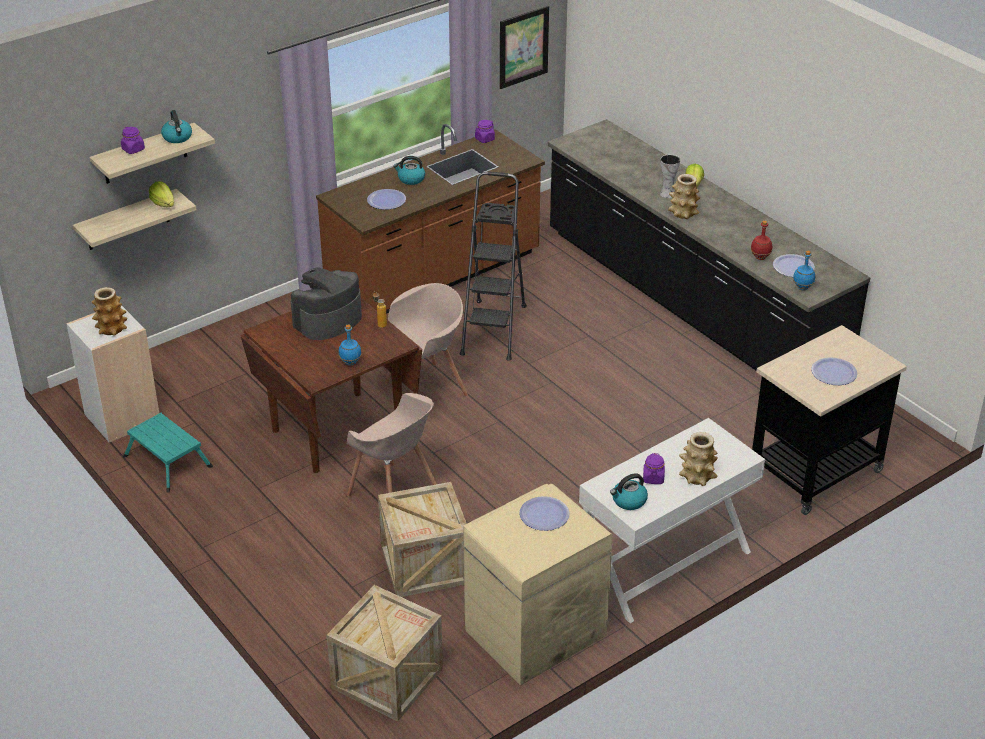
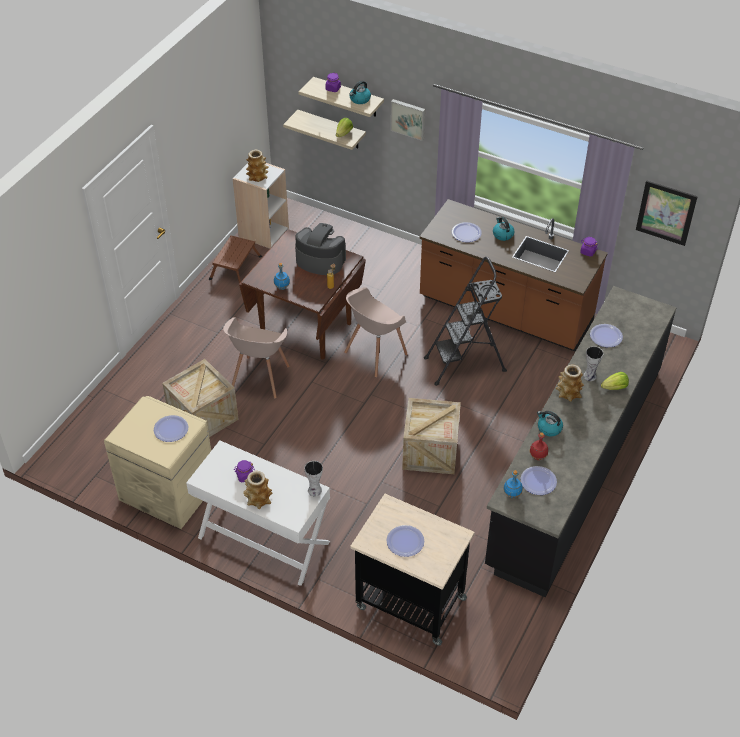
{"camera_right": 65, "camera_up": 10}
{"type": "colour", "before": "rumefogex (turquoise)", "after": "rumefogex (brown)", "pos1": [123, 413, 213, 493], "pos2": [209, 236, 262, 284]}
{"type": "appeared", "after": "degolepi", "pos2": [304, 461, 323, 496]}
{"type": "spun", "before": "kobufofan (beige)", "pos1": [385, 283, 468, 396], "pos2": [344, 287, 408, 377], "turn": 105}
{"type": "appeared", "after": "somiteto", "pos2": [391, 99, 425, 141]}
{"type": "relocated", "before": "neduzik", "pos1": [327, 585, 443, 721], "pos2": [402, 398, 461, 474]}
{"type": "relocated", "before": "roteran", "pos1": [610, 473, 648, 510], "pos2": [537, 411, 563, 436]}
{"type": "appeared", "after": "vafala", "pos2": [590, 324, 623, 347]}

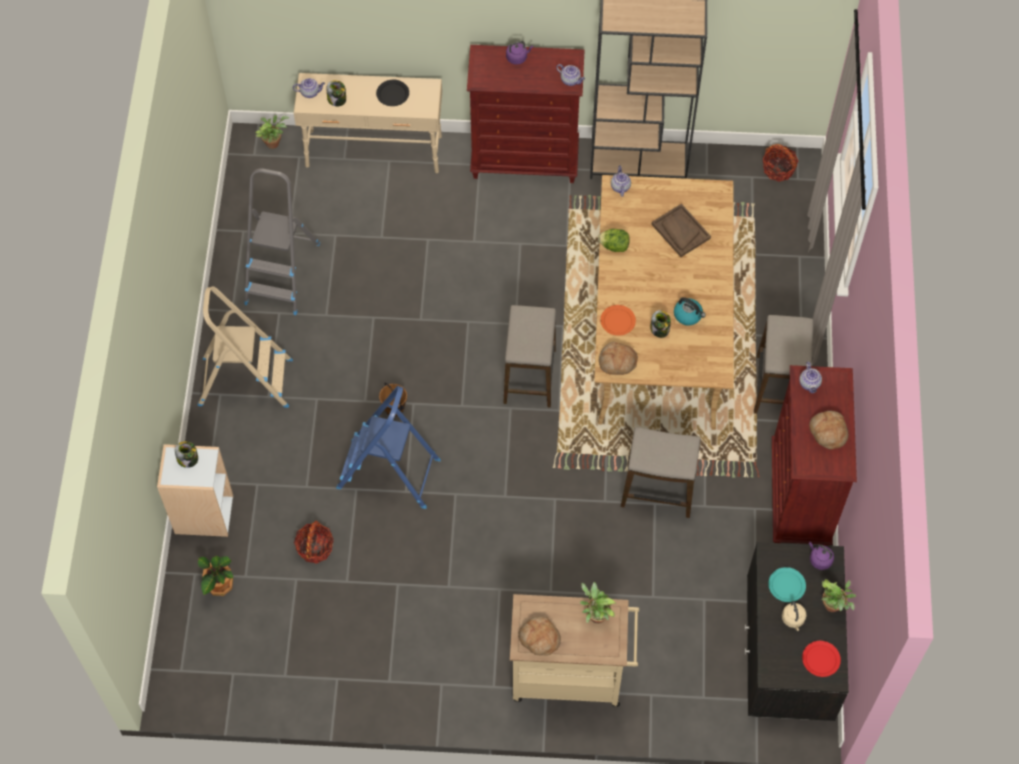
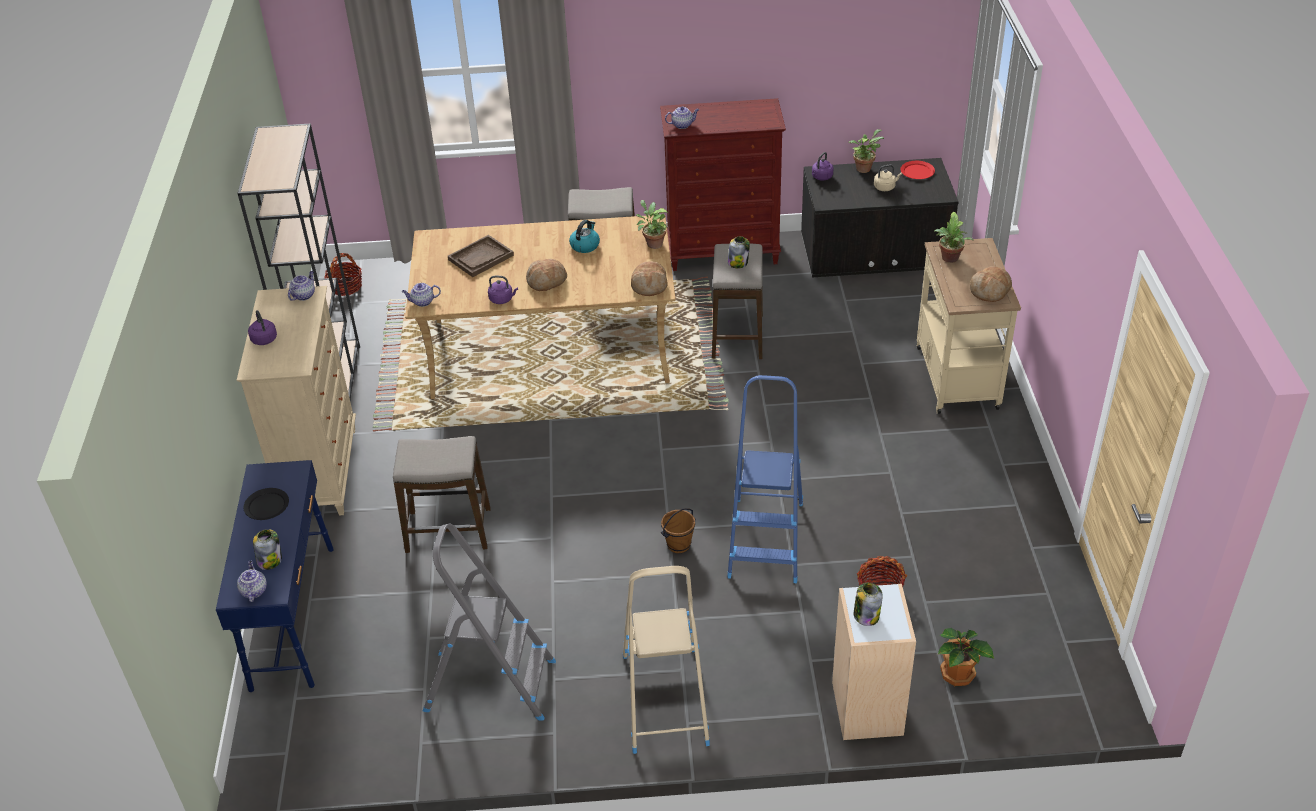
{"camera_right": -95, "camera_up": -20}
{"type": "colour", "before": "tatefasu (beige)", "after": "tatefasu (blue)", "pos1": [294, 73, 442, 173], "pos2": [216, 460, 334, 692]}
{"type": "colour", "before": "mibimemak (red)", "after": "mibimemak (beige)", "pos1": [467, 45, 584, 183], "pos2": [237, 286, 356, 516]}
{"type": "relocated", "before": "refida", "pos1": [503, 305, 556, 407], "pos2": [393, 436, 491, 553]}
{"type": "exchanged", "before": "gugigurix", "after": "roteran (purple)", "pos1": [598, 229, 630, 252], "pos2": [488, 276, 518, 304]}
{"type": "relocated", "before": "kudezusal", "pos1": [809, 411, 848, 450], "pos2": [526, 259, 567, 291]}
{"type": "relocated", "before": "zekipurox", "pos1": [255, 115, 289, 149], "pos2": [636, 200, 668, 249]}
{"type": "relocated", "before": "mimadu", "pos1": [650, 310, 671, 338], "pos2": [727, 236, 750, 268]}
{"type": "missing", "before": "vafala (orange)", "pos1": [600, 305, 636, 336]}
{"type": "missing", "before": "vafala (turquoise)", "pos1": [768, 567, 806, 602]}

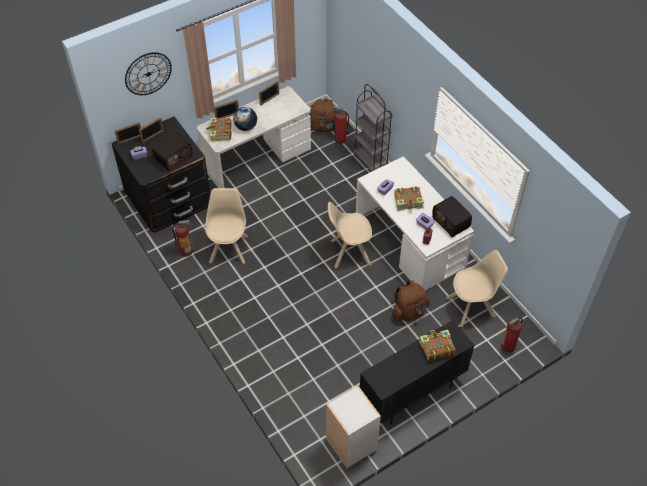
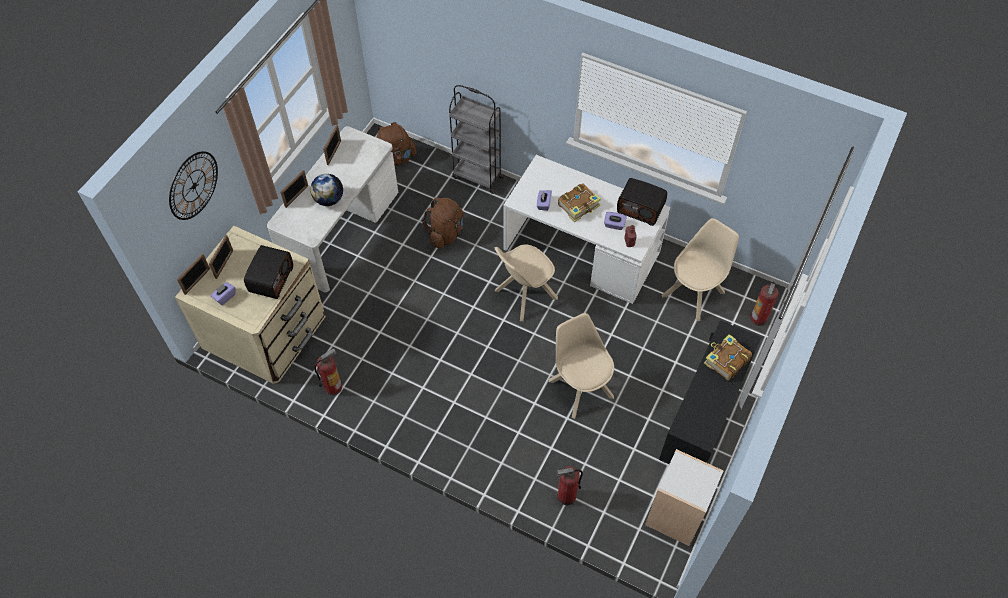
{"camera_right": -30, "camera_up": 5}
{"type": "colour", "before": "mibimemak (black)", "after": "mibimemak (beige)", "pos1": [111, 116, 210, 233], "pos2": [175, 225, 326, 384]}
{"type": "relocated", "before": "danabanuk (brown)", "pos1": [392, 280, 430, 321], "pos2": [422, 198, 464, 249]}
{"type": "relocated", "before": "kobufofan (beige)", "pos1": [205, 188, 248, 264], "pos2": [549, 313, 614, 419]}
{"type": "relocated", "before": "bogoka", "pos1": [333, 106, 349, 144], "pos2": [557, 466, 583, 505]}
{"type": "missing", "before": "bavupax", "pos1": [206, 118, 232, 142]}

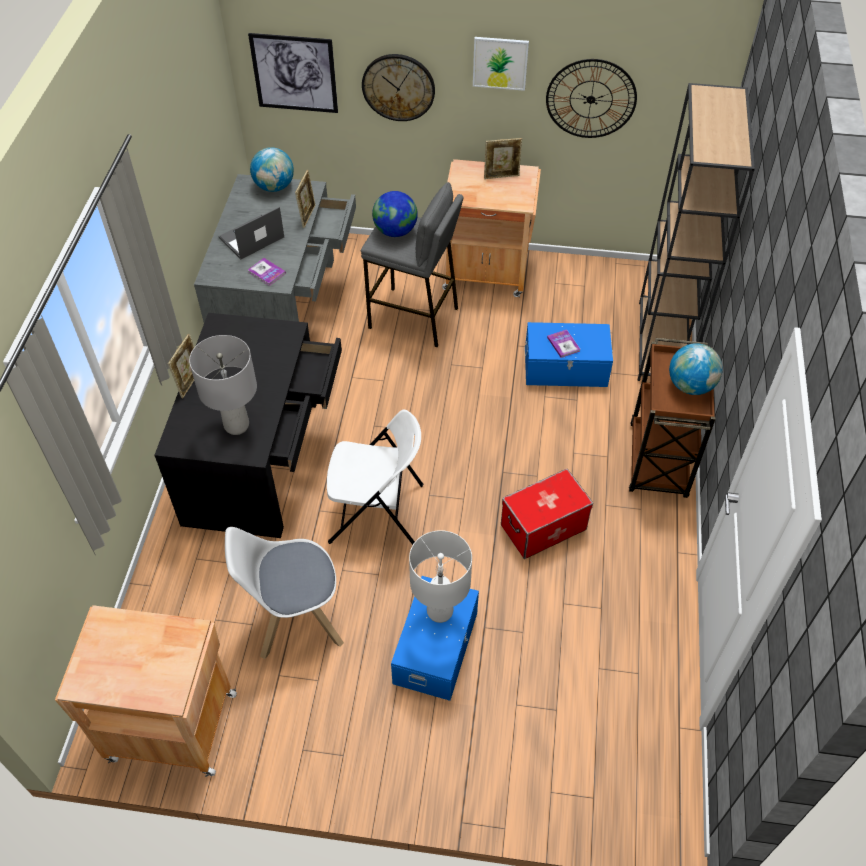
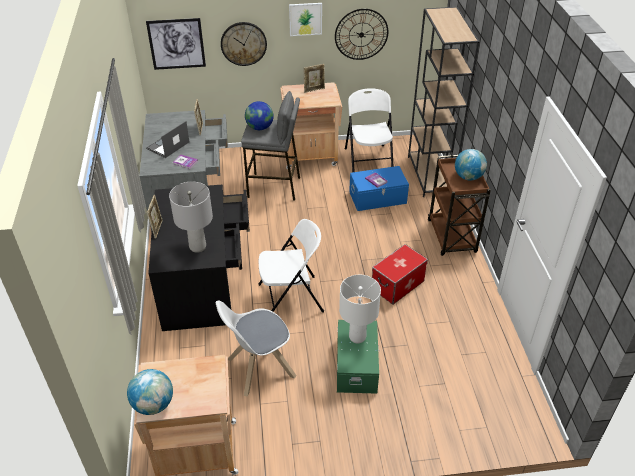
{"camera_right": -15, "camera_up": -10}
{"type": "relocated", "before": "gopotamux", "pos1": [250, 147, 294, 192], "pos2": [127, 369, 173, 415]}
{"type": "colour", "before": "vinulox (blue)", "after": "vinulox (green)", "pos1": [391, 576, 479, 701], "pos2": [337, 320, 380, 394]}
{"type": "appeared", "after": "kobufofan (white)", "pos2": [345, 88, 394, 172]}

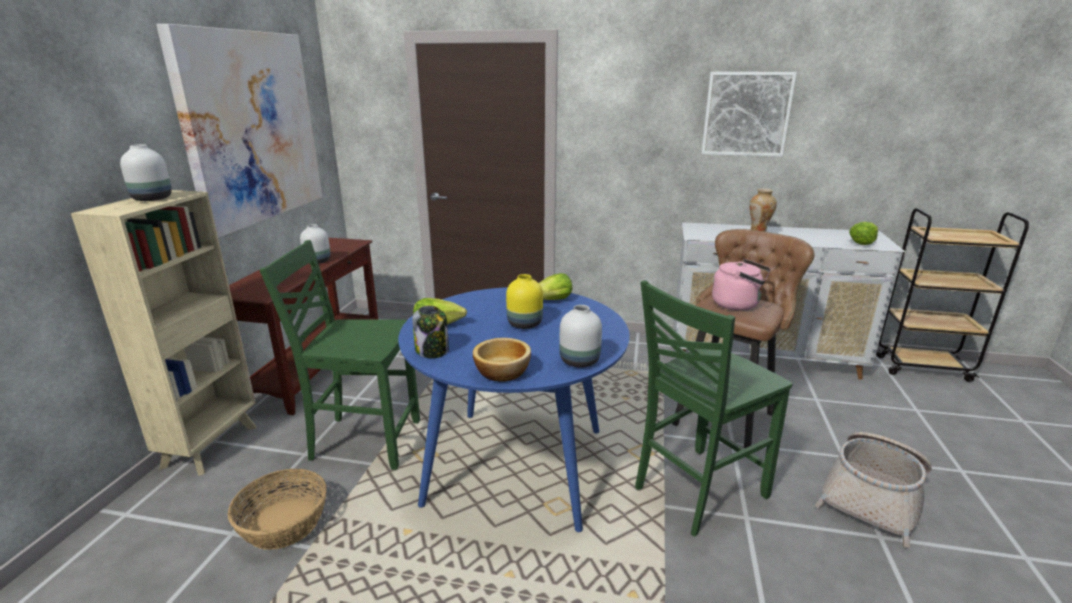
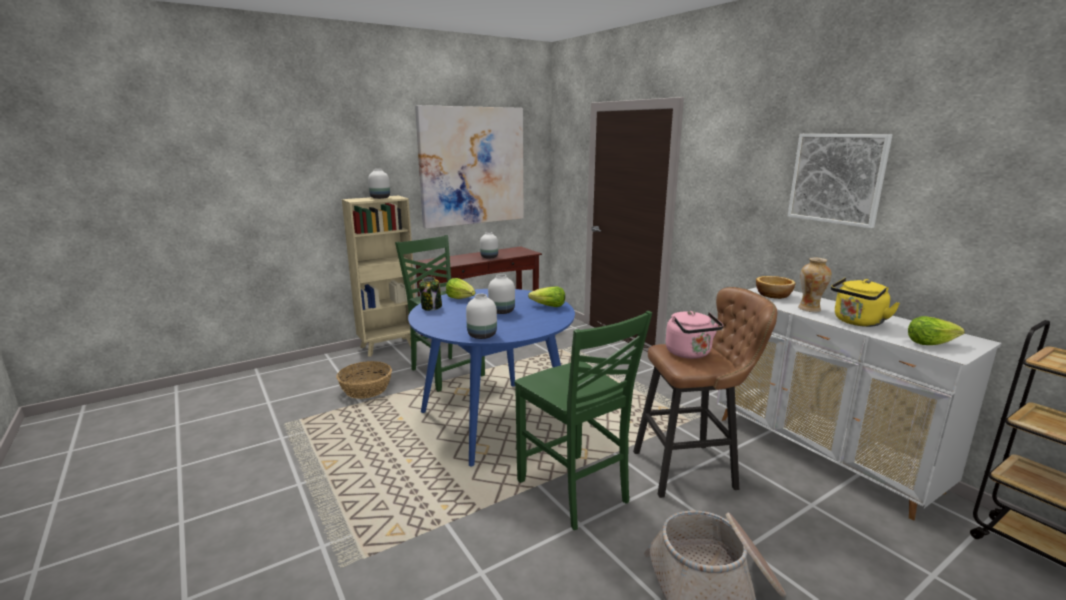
{"camera_right": 45, "camera_up": -5}
{"type": "colour", "before": "degolepi (yellow)", "after": "degolepi (white)", "pos1": [506, 274, 543, 329], "pos2": [488, 274, 515, 314]}
{"type": "spun", "before": "kobufofan (green)", "pos1": [635, 280, 792, 537], "pos2": [514, 311, 652, 530], "turn": -135}
{"type": "relocated", "before": "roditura", "pos1": [473, 338, 531, 382], "pos2": [756, 276, 795, 299]}
{"type": "appeared", "after": "roteran (yellow)", "pos2": [831, 278, 900, 327]}

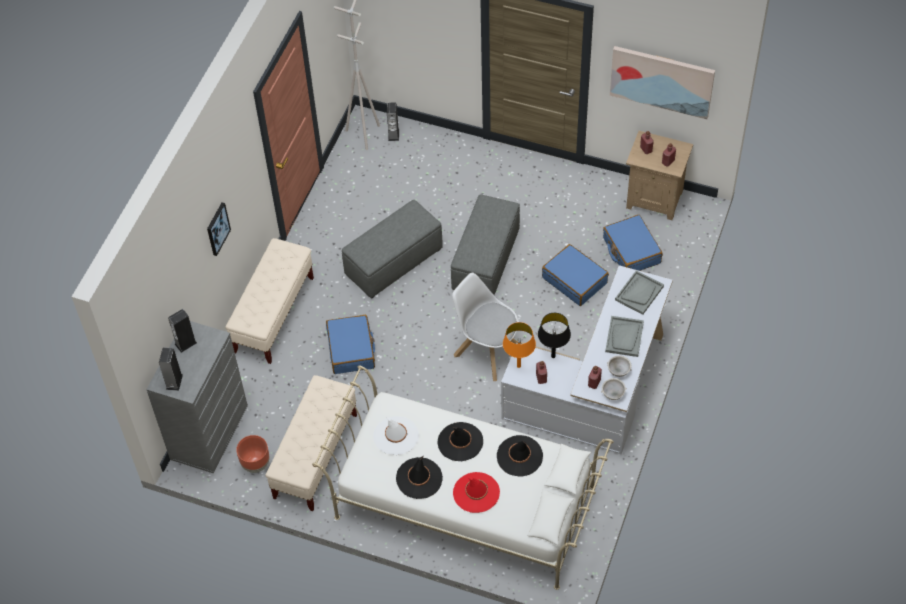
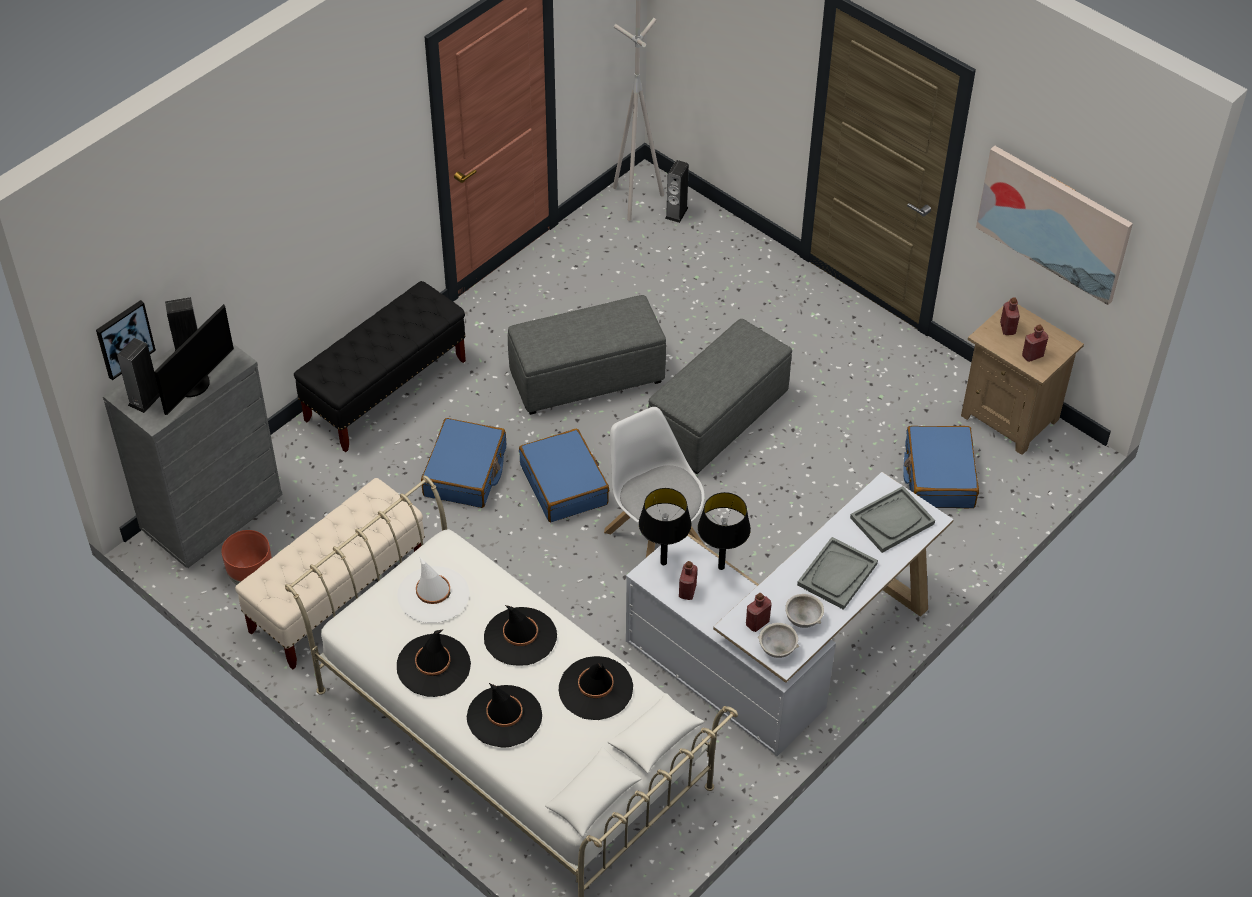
{"camera_right": 20, "camera_up": -5}
{"type": "relocated", "before": "somiteto", "pos1": [207, 202, 231, 256], "pos2": [96, 300, 156, 380]}
{"type": "appeared", "after": "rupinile", "pos2": [154, 304, 234, 415]}
{"type": "colour", "before": "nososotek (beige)", "after": "nososotek (black)", "pos1": [225, 238, 314, 364], "pos2": [294, 281, 466, 452]}
{"type": "colour", "before": "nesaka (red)", "after": "nesaka (black)", "pos1": [453, 472, 500, 513], "pos2": [467, 683, 542, 748]}
{"type": "relocated", "before": "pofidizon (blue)", "pos1": [542, 244, 609, 306], "pos2": [519, 428, 609, 522]}
{"type": "colour", "before": "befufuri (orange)", "after": "befufuri (black)", "pos1": [503, 322, 536, 368], "pos2": [639, 488, 691, 565]}

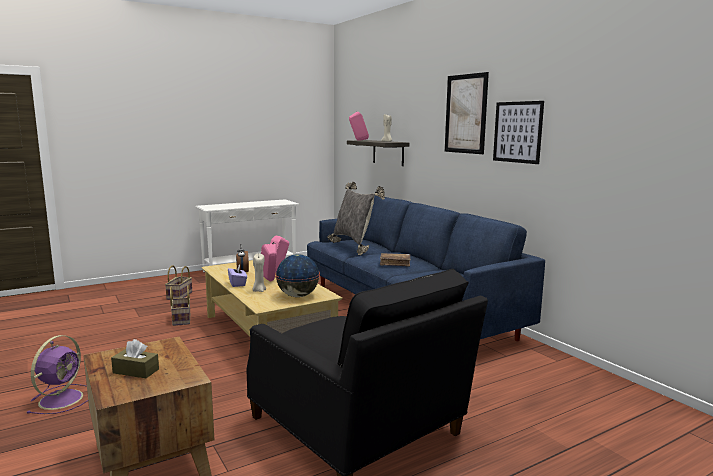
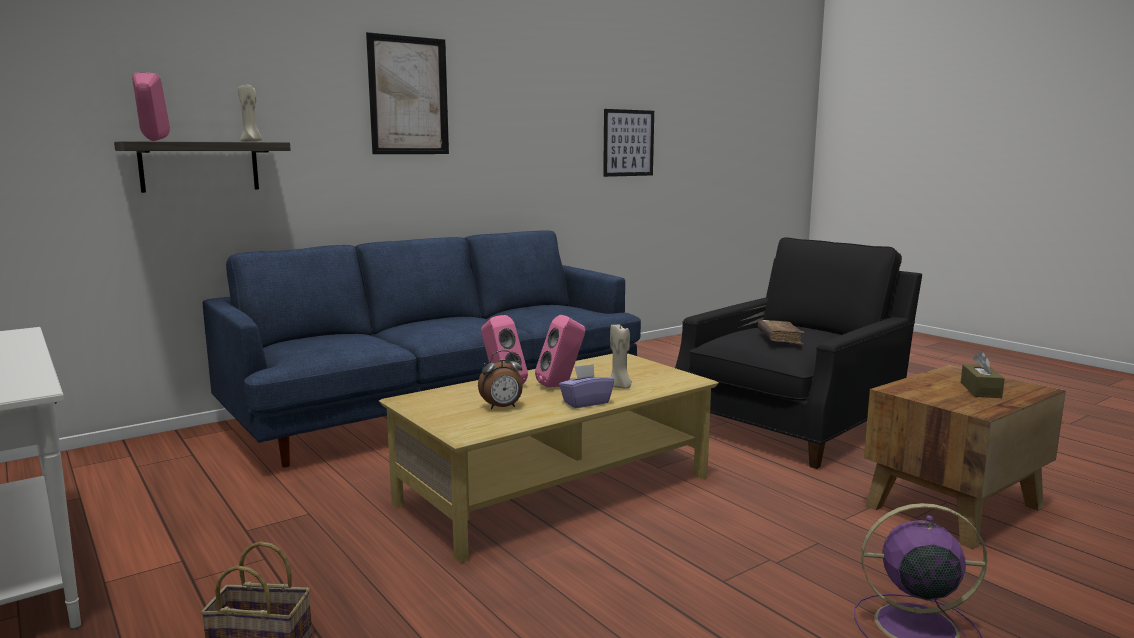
{"camera_right": -95, "camera_up": 0}
{"type": "relocated", "before": "somiteto", "pos1": [493, 101, 544, 164], "pos2": [603, 109, 654, 177]}
{"type": "relocated", "before": "bavupax (brown)", "pos1": [380, 253, 410, 267], "pos2": [758, 320, 804, 345]}
{"type": "missing", "before": "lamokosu", "pos1": [170, 285, 190, 326]}
{"type": "missing", "before": "gopotamux", "pos1": [275, 254, 320, 297]}
{"type": "missing", "before": "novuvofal", "pos1": [327, 182, 385, 255]}

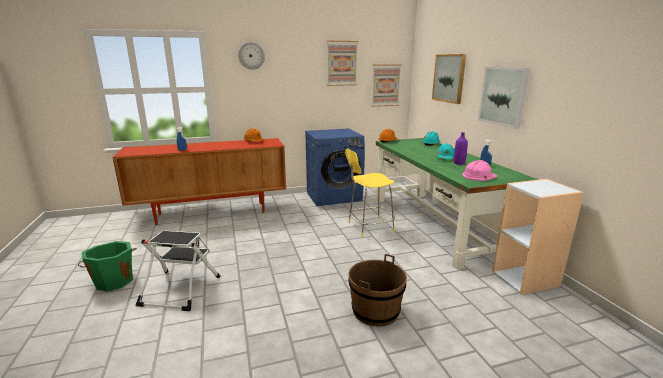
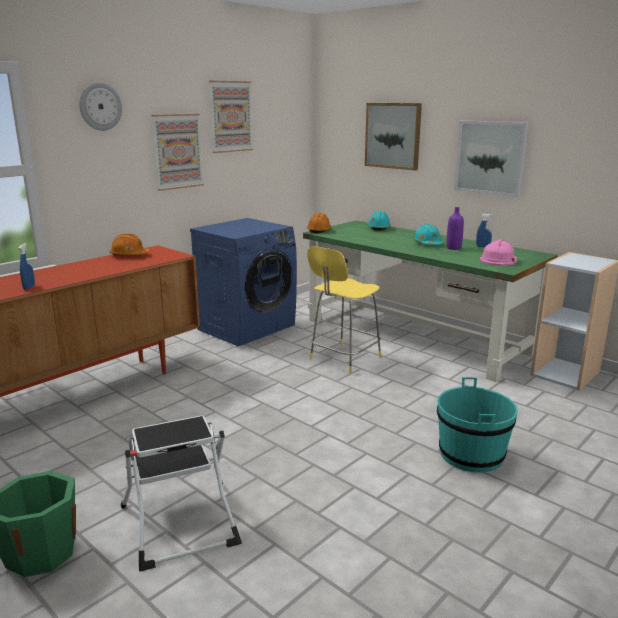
{"camera_right": -30, "camera_up": 0}
{"type": "relocated", "before": "somiteto", "pos1": [371, 64, 402, 107], "pos2": [152, 114, 204, 191]}
{"type": "colour", "before": "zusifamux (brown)", "after": "zusifamux (turquoise)", "pos1": [348, 254, 407, 326], "pos2": [437, 377, 518, 473]}

